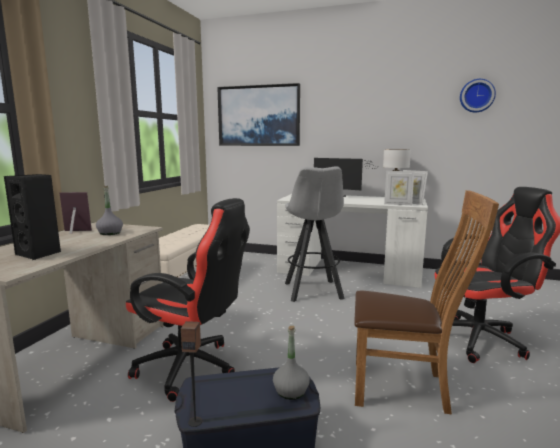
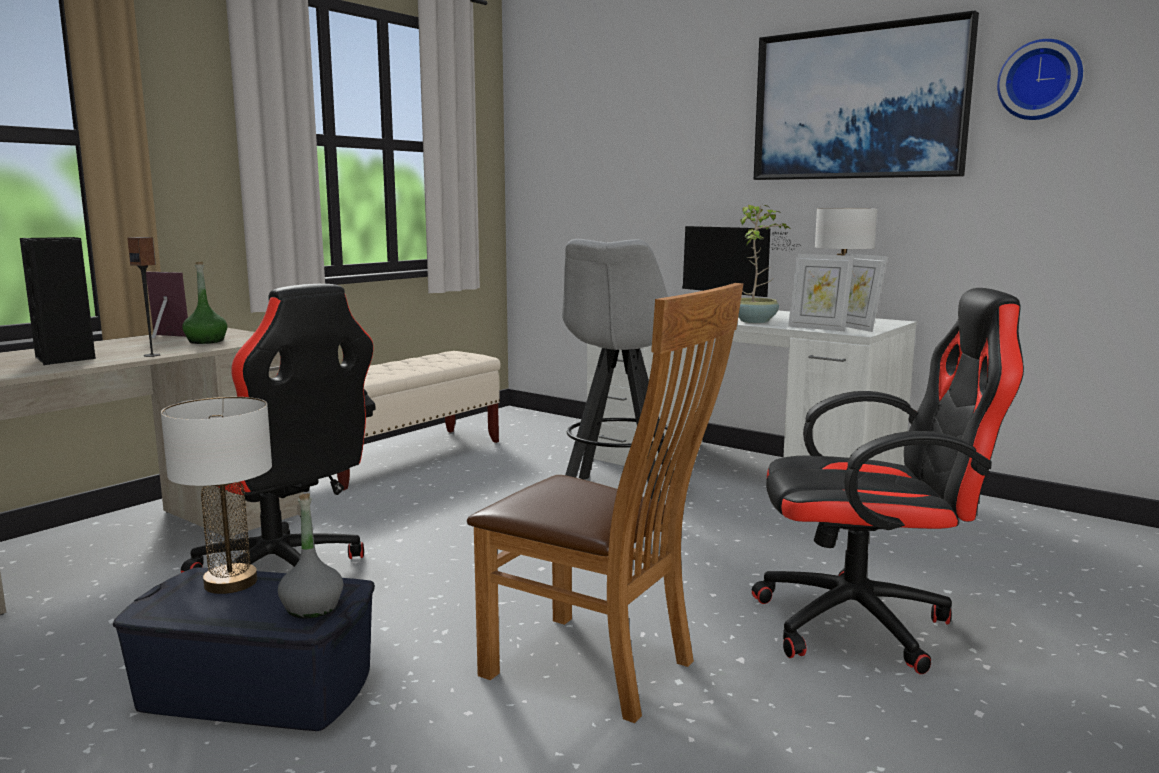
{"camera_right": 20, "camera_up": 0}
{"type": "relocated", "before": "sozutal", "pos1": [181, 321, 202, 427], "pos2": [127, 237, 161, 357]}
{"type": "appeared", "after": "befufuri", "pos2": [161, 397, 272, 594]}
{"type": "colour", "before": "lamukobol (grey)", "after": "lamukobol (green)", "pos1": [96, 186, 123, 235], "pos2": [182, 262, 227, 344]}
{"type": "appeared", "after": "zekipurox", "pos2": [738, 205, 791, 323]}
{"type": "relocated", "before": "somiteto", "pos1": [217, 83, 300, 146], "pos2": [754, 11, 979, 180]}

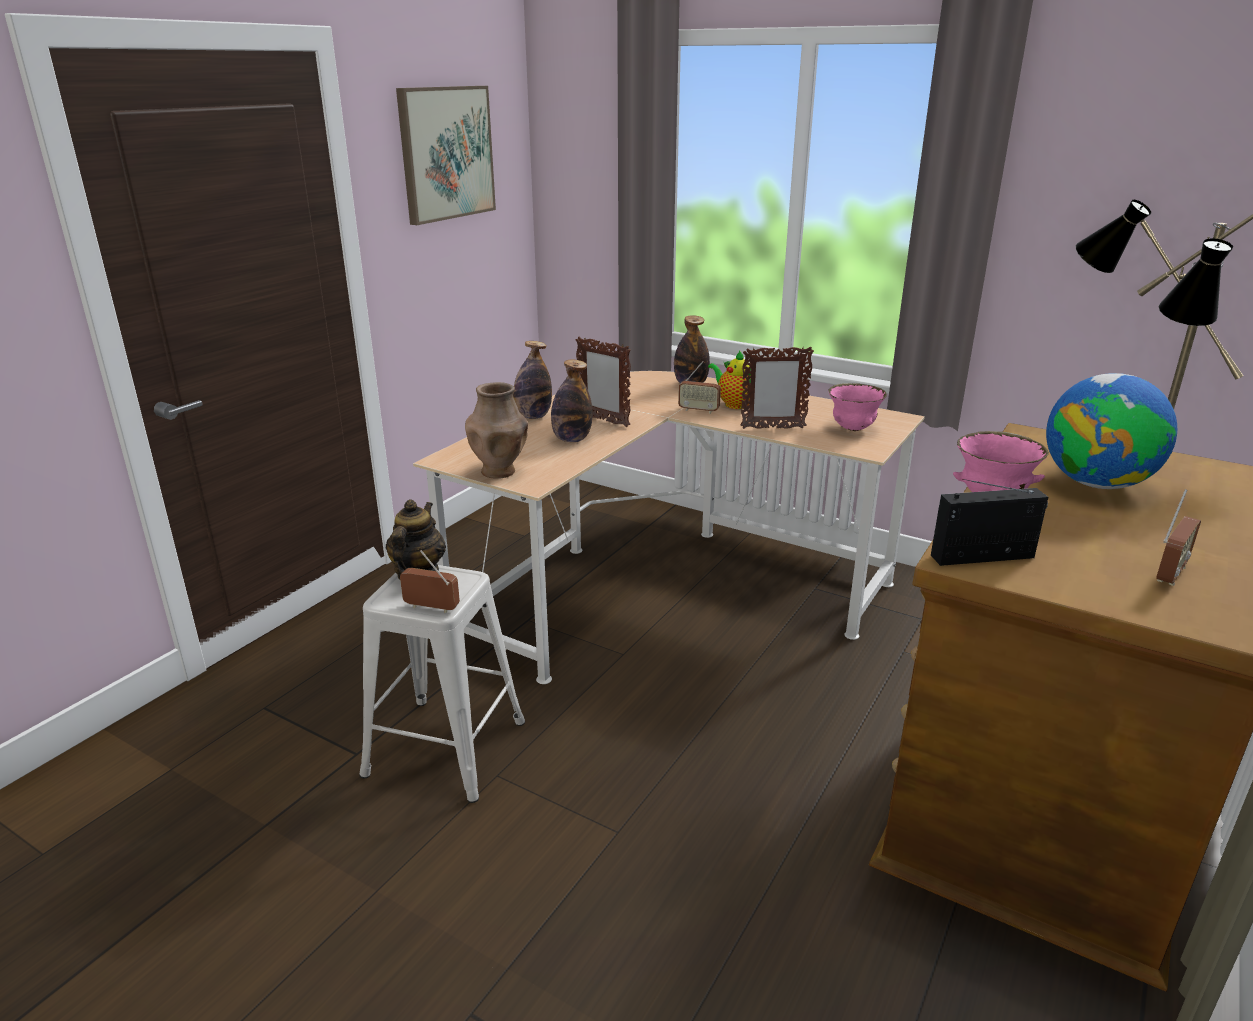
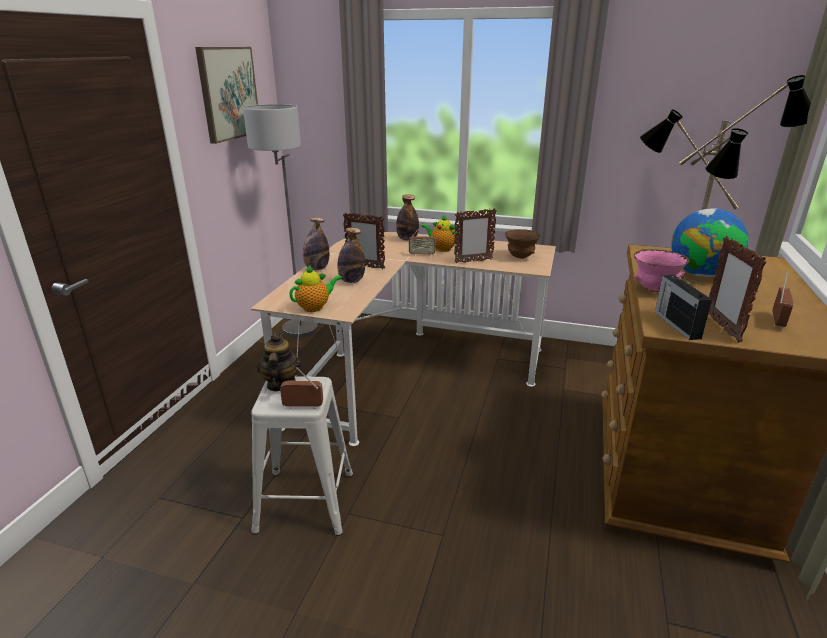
{"camera_right": -15, "camera_up": 0}
{"type": "appeared", "after": "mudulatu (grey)", "pos2": [243, 104, 318, 338]}
{"type": "exchanged", "before": "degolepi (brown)", "after": "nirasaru", "pos1": [465, 382, 528, 479], "pos2": [289, 266, 342, 312]}
{"type": "colour", "before": "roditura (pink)", "after": "roditura (brown)", "pos1": [828, 383, 887, 431], "pos2": [505, 229, 541, 259]}
{"type": "spun", "before": "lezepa", "pos1": [931, 479, 1048, 566], "pos2": [655, 275, 712, 340], "turn": -75}
{"type": "appeared", "after": "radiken", "pos2": [708, 236, 767, 343]}

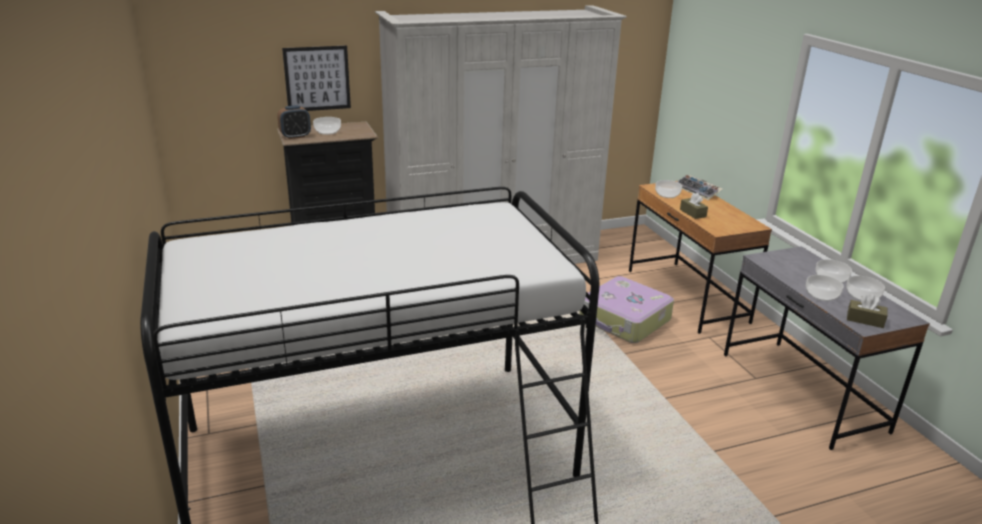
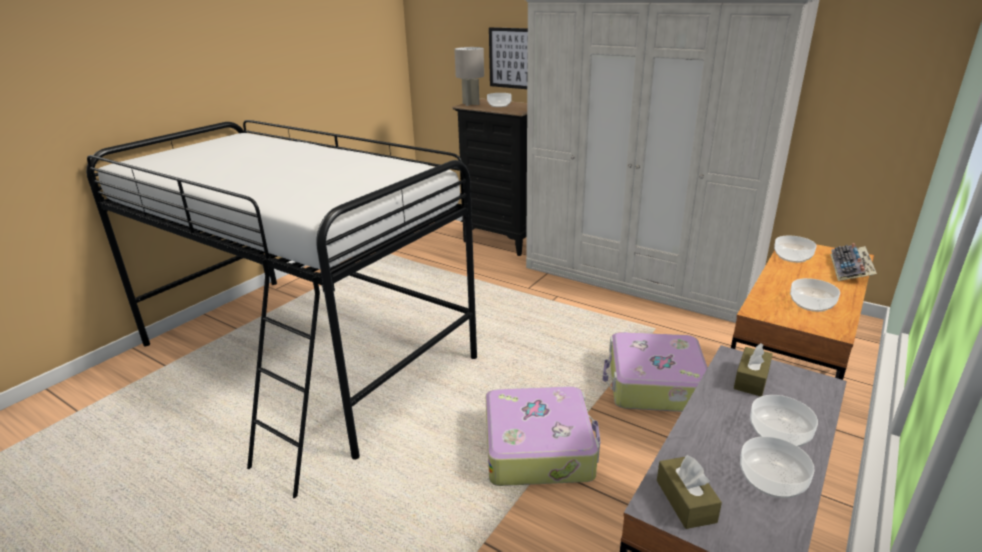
{"camera_right": 55, "camera_up": 0}
{"type": "exchanged", "before": "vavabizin", "after": "befufuri (grey)", "pos1": [277, 105, 311, 139], "pos2": [454, 47, 484, 106]}
{"type": "appeared", "after": "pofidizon", "pos2": [486, 386, 600, 486]}
{"type": "relocated", "before": "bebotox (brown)", "pos1": [680, 193, 708, 219], "pos2": [734, 343, 773, 396]}
{"type": "relocated", "before": "roditura", "pos1": [806, 275, 844, 301], "pos2": [790, 278, 840, 312]}

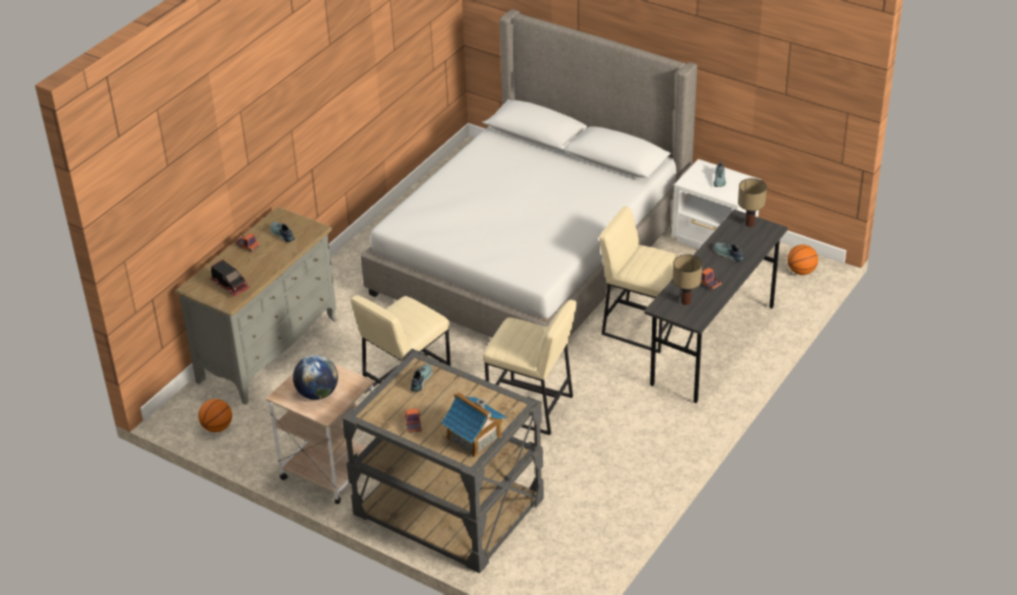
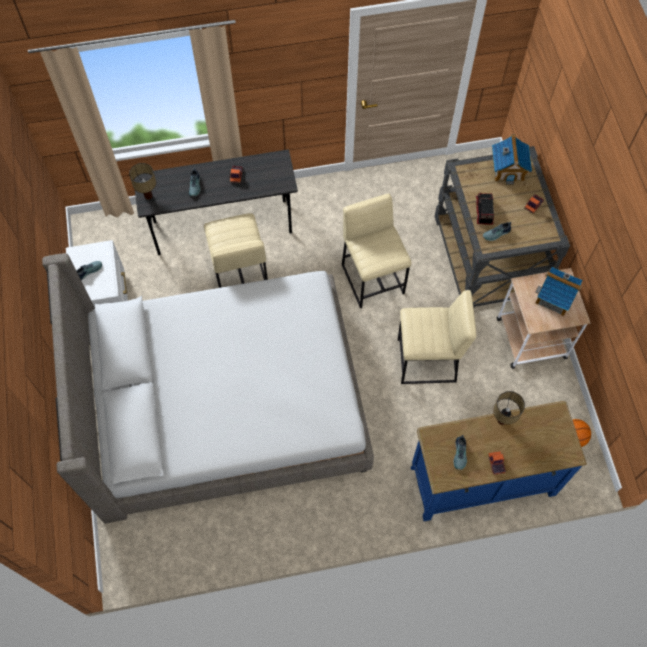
{"camera_right": -135, "camera_up": 25}
{"type": "colour", "before": "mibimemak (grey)", "after": "mibimemak (blue)", "pos1": [176, 207, 337, 405], "pos2": [411, 401, 587, 521]}
{"type": "relocated", "before": "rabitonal", "pos1": [211, 260, 250, 297], "pos2": [476, 193, 494, 225]}
{"type": "relocated", "before": "befufuri", "pos1": [673, 254, 702, 305], "pos2": [493, 391, 525, 425]}
{"type": "exchanged", "before": "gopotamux", "after": "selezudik", "pos1": [293, 355, 338, 400], "pos2": [535, 267, 583, 316]}
{"type": "missing", "before": "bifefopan", "pos1": [787, 245, 818, 275]}

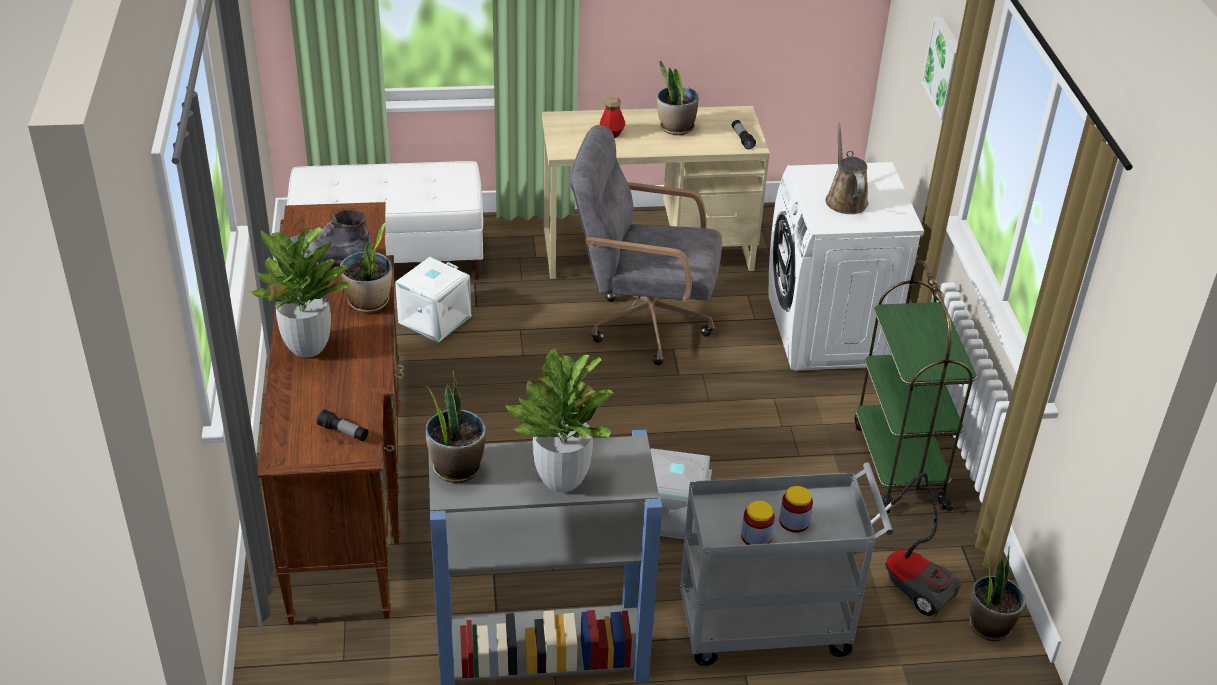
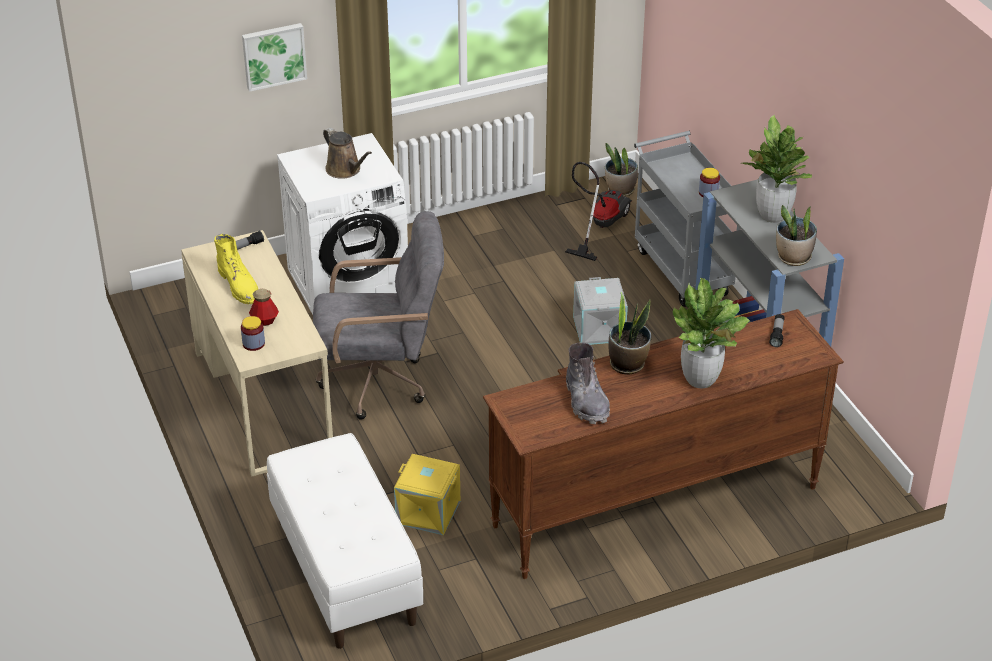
{"camera_right": -105, "camera_up": 0}
{"type": "exchanged", "before": "zekipurox", "after": "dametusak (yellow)", "pos1": [657, 61, 699, 135], "pos2": [214, 234, 258, 304]}
{"type": "relocated", "before": "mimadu", "pos1": [779, 486, 813, 533], "pos2": [241, 316, 265, 351]}
{"type": "spun", "before": "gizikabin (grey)", "pos1": [570, 125, 722, 365], "pos2": [313, 211, 444, 420], "turn": -90}
{"type": "spun", "before": "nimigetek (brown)", "pos1": [826, 123, 868, 214], "pos2": [323, 128, 372, 179], "turn": -105}
{"type": "colour", "before": "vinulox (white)", "after": "vinulox (yellow)", "pos1": [395, 257, 471, 343], "pos2": [394, 454, 460, 535]}
{"type": "missing", "before": "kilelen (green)", "pos1": [854, 260, 977, 513]}

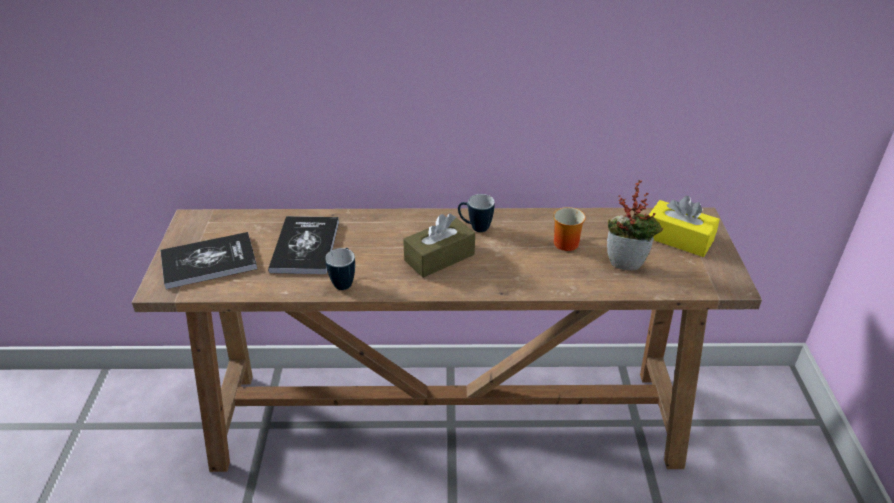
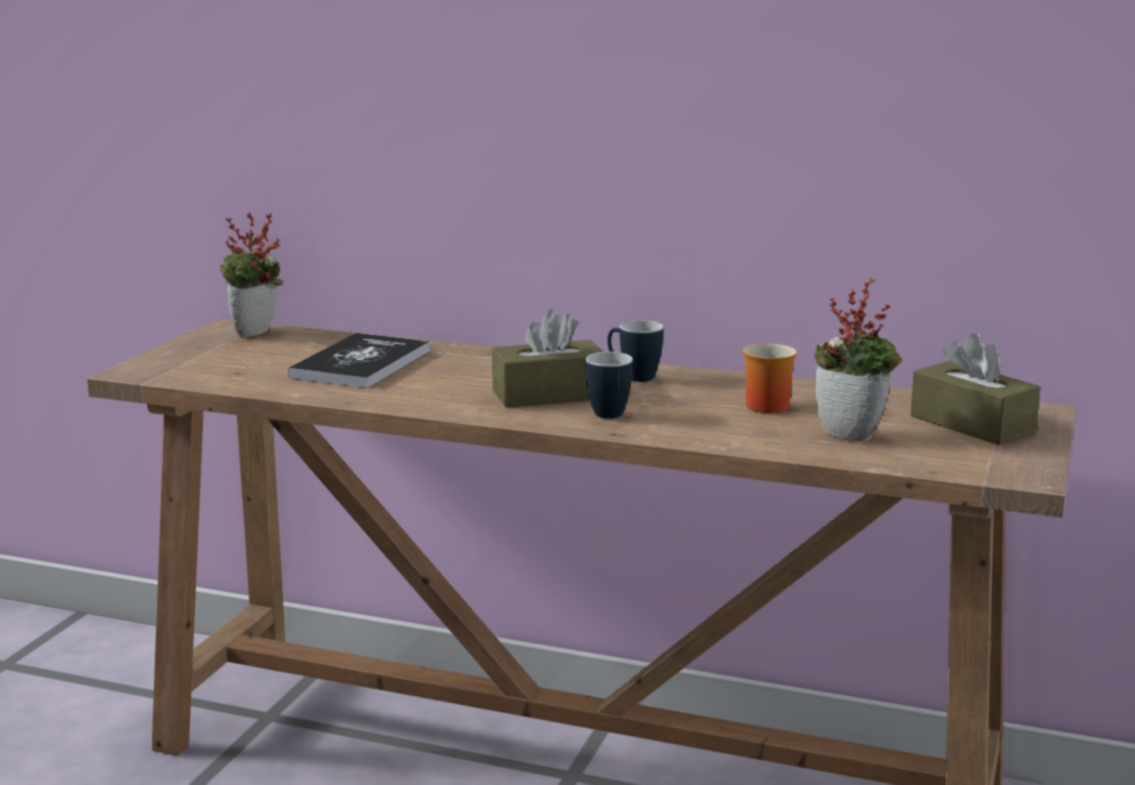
{"camera_right": 20, "camera_up": -20}
{"type": "appeared", "after": "zekipurox", "pos2": [220, 212, 283, 337]}
{"type": "relocated", "before": "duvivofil", "pos1": [325, 248, 355, 290], "pos2": [586, 352, 633, 419]}
{"type": "colour", "before": "bebotox (yellow)", "after": "bebotox (brown)", "pos1": [649, 196, 720, 257], "pos2": [910, 333, 1040, 445]}
{"type": "missing", "before": "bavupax", "pos1": [160, 232, 257, 289]}

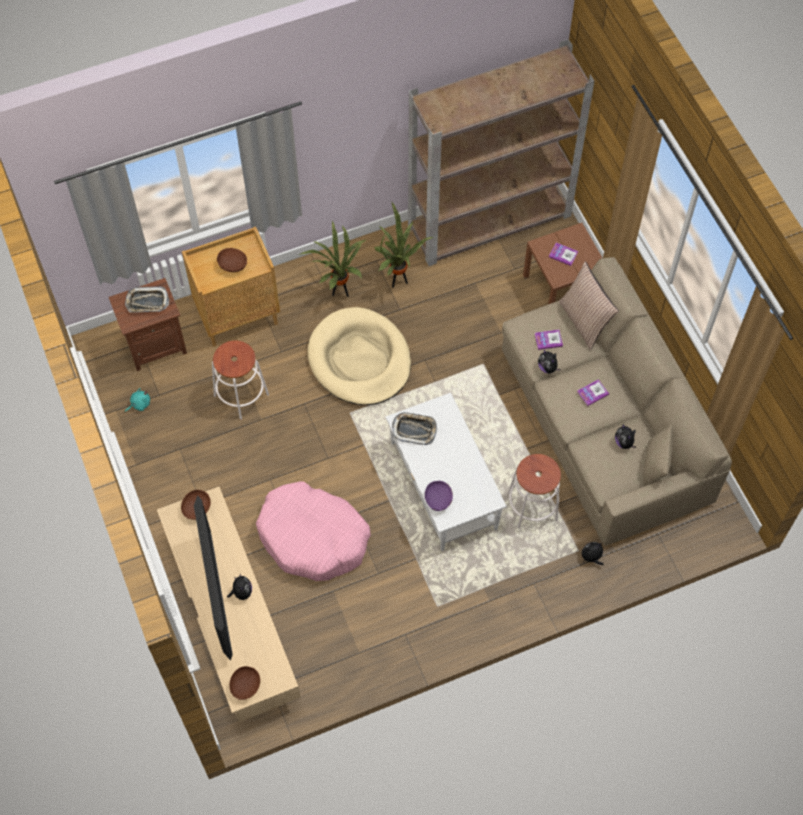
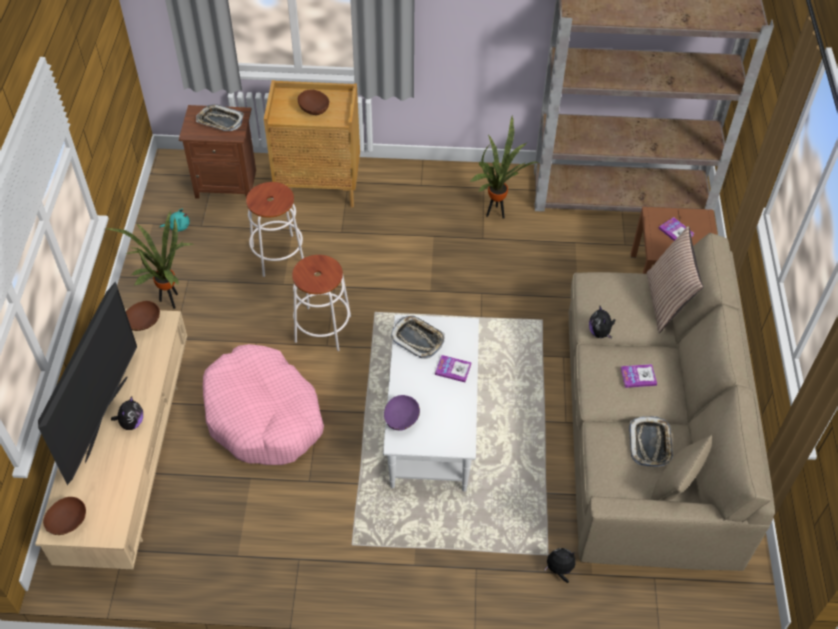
{"camera_right": 25, "camera_up": -10}
{"type": "relocated", "before": "zekipurox", "pos1": [299, 221, 366, 297], "pos2": [104, 211, 194, 309]}
{"type": "relocated", "before": "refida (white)", "pos1": [508, 454, 561, 529], "pos2": [292, 255, 351, 351]}
{"type": "relocated", "before": "bavupax", "pos1": [535, 330, 563, 350], "pos2": [435, 355, 472, 382]}
{"type": "exchanged", "before": "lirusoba", "after": "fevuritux", "pos1": [615, 424, 636, 449], "pos2": [629, 416, 673, 467]}
{"type": "missing", "before": "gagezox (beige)", "pos1": [308, 307, 411, 405]}

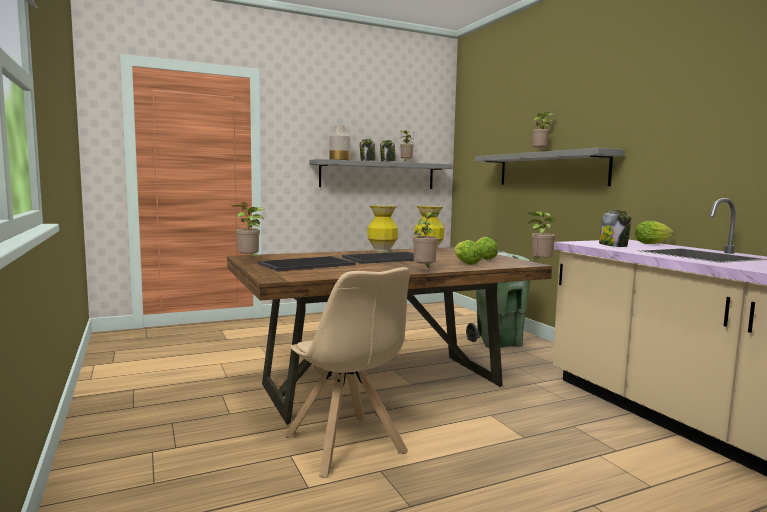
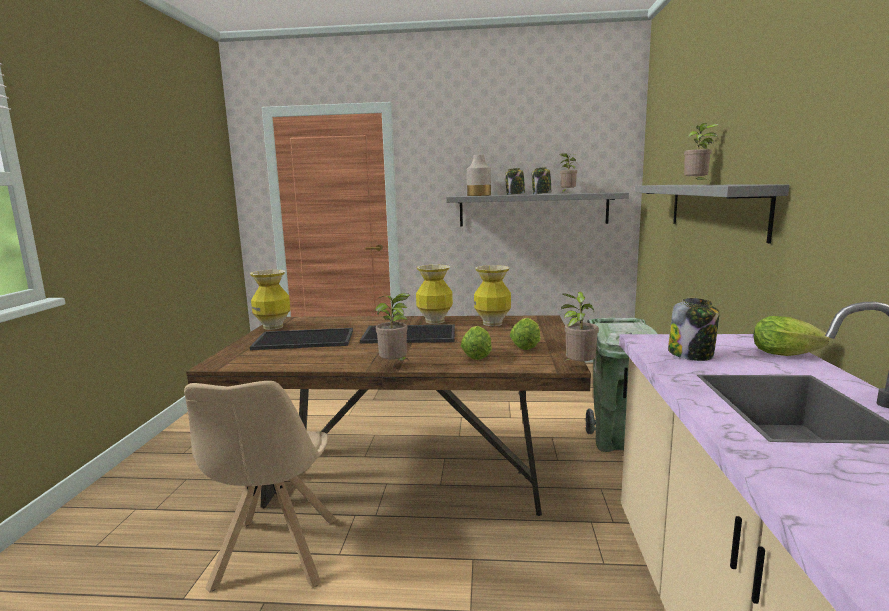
{"camera_right": 30, "camera_up": 5}
{"type": "exchanged", "before": "zekipurox", "after": "degolepi", "pos1": [236, 207, 265, 258], "pos2": [250, 270, 290, 330]}

